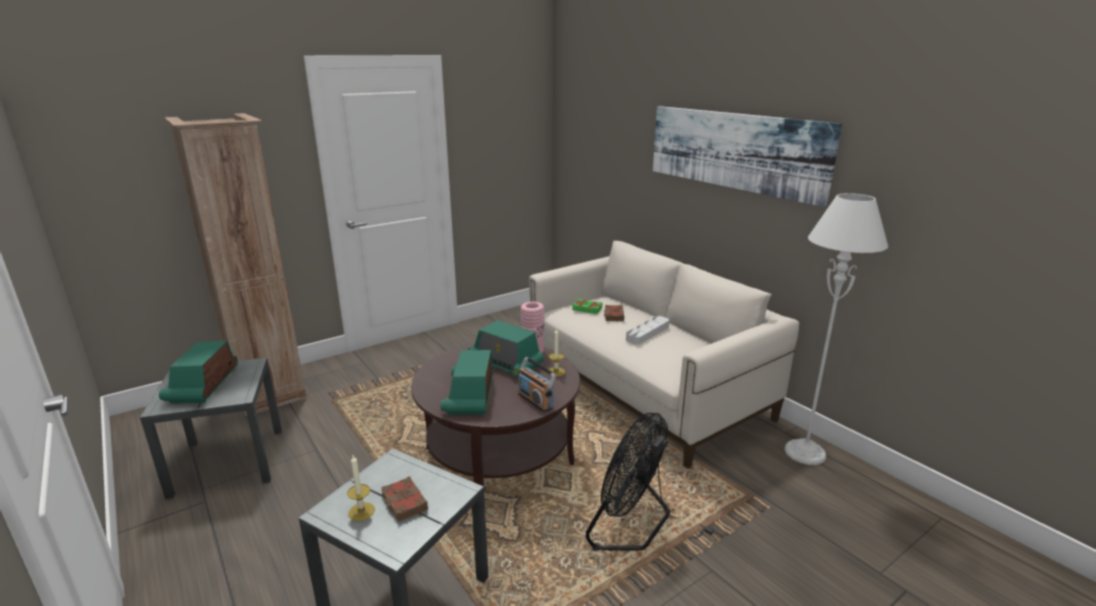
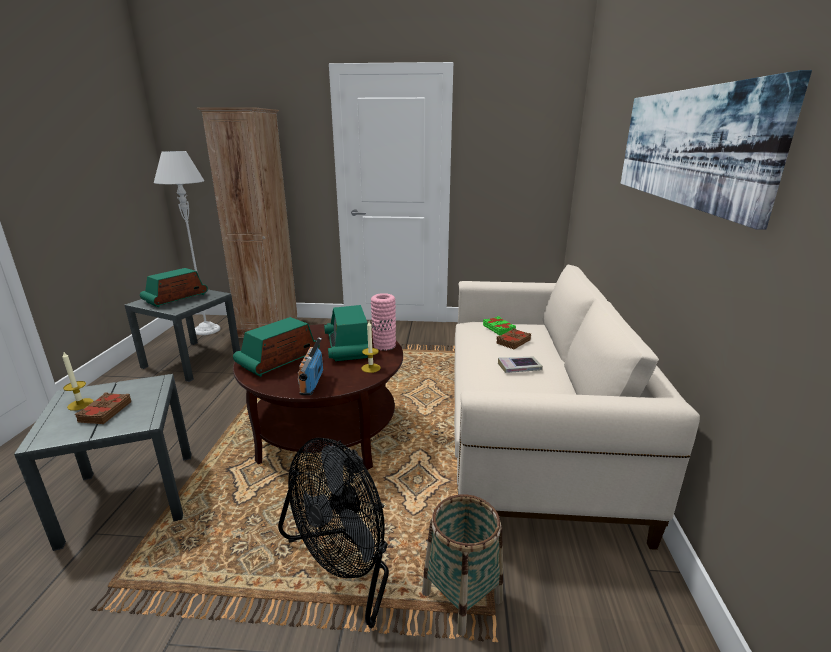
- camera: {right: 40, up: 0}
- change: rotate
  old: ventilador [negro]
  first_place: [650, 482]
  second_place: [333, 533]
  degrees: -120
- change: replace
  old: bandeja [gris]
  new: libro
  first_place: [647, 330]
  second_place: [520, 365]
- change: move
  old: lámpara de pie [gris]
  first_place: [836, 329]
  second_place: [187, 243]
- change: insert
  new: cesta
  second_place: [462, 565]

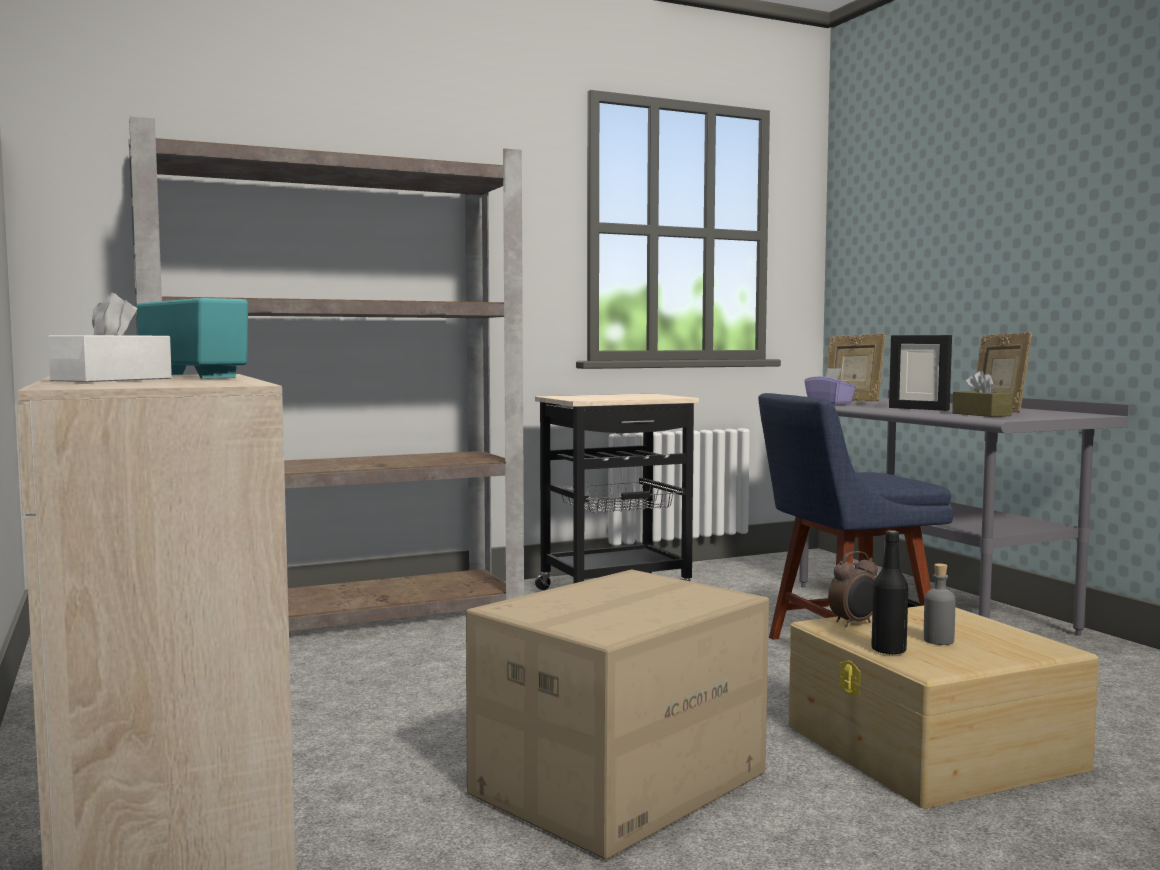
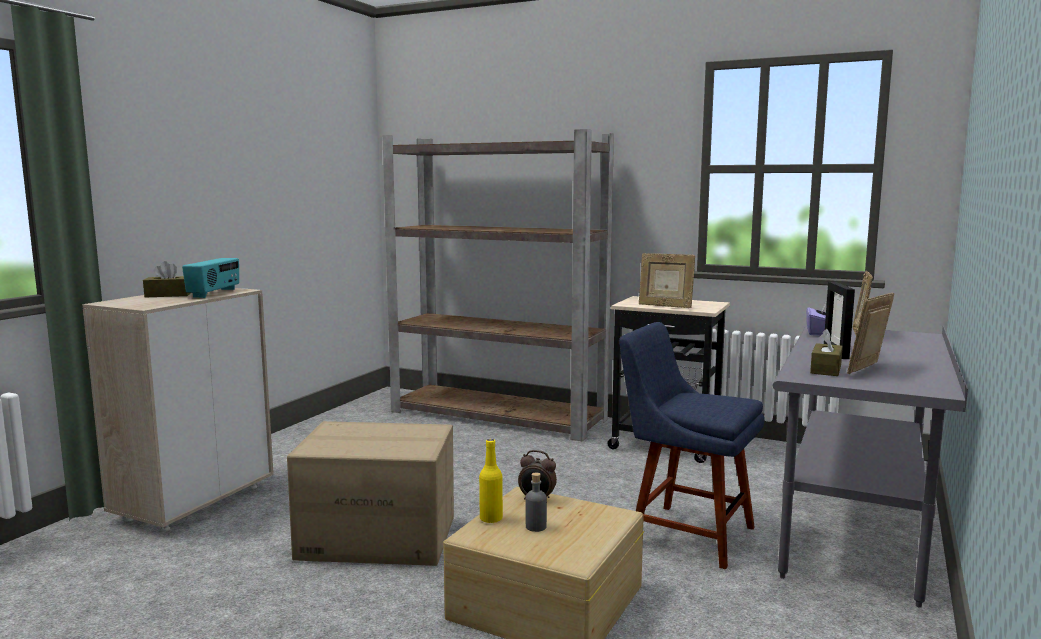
- camera: {right: 50, up: 5}
- change: recolor
  old: caja de pañuelos [blanco]
  new: caja de pañuelos [marrón]
  first_place: [110, 337]
  second_place: [167, 279]
- change: recolor
  old: botella [negro]
  new: botella [amarillo]
  first_place: [889, 592]
  second_place: [491, 481]
- change: insert
  new: portarretratos
  second_place: [667, 280]

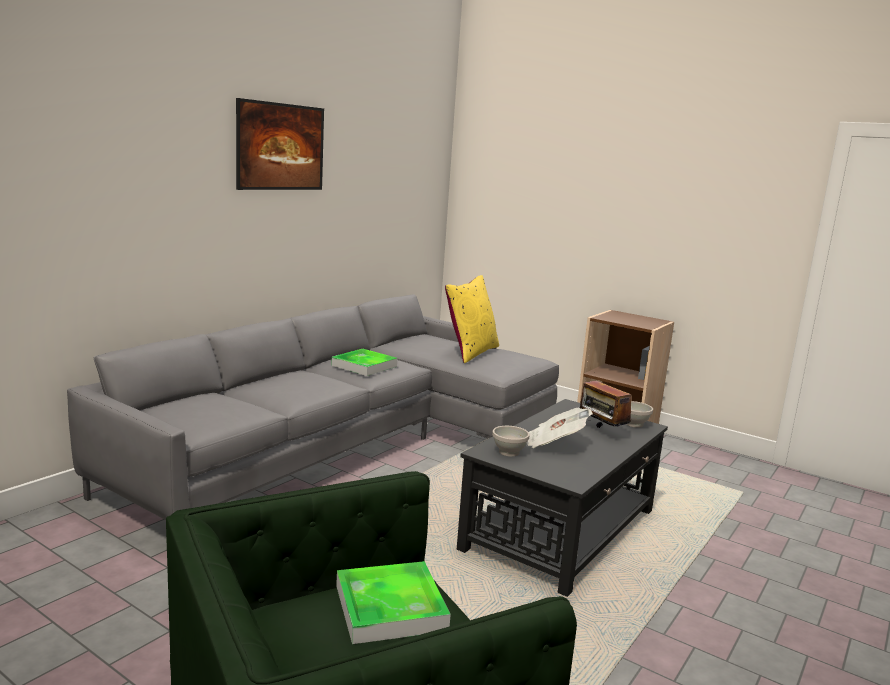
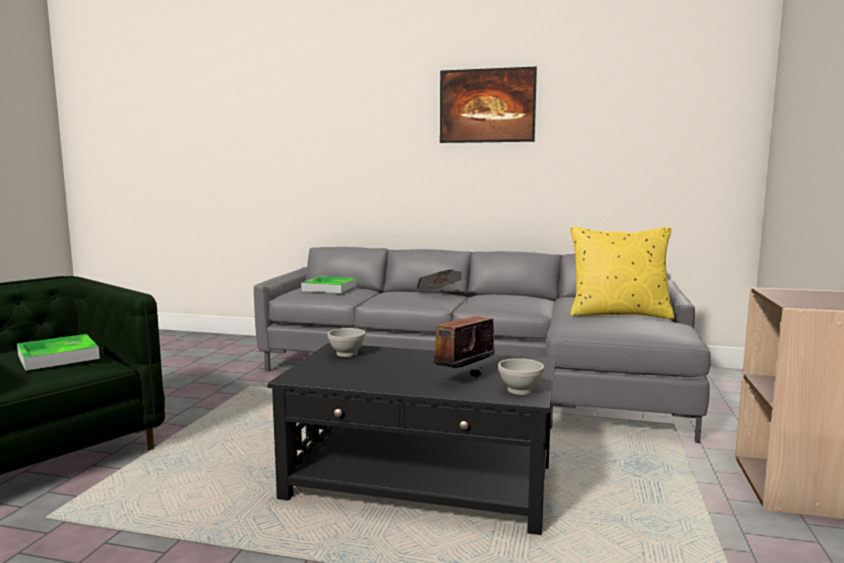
- camera: {right: 70, up: -5}
- change: move
  old: bandeja
  first_place: [364, 362]
  second_place: [328, 284]
- change: move
  old: periódico
  first_place: [560, 428]
  second_place: [439, 280]

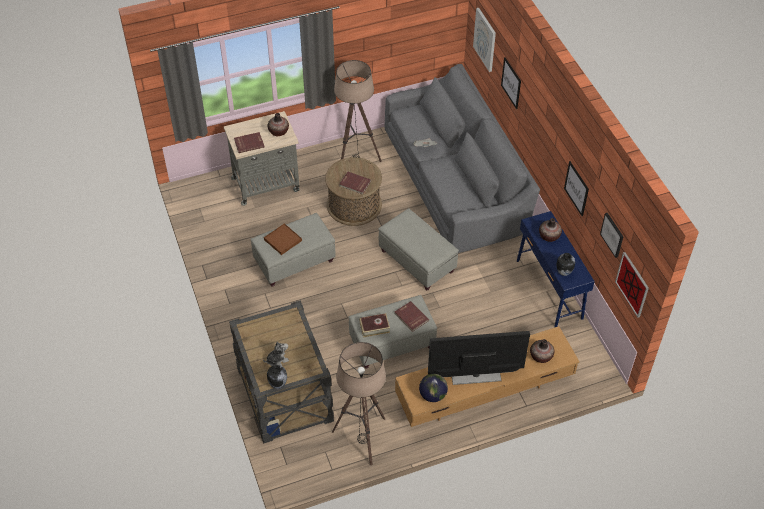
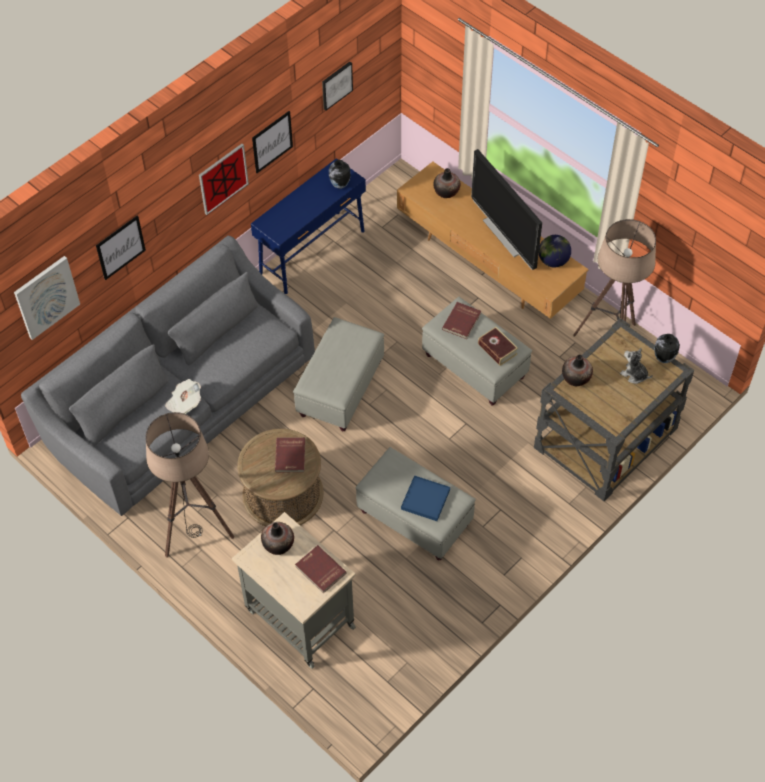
- camera: {right: -115, up: 5}
- change: recolor
  old: bandeja [marrón]
  new: bandeja [azul]
  first_place: [283, 239]
  second_place: [425, 498]
- change: move
  old: florero
  first_place: [550, 230]
  second_place: [577, 370]
- change: move
  old: cuadro
  first_place: [632, 285]
  second_place: [224, 179]

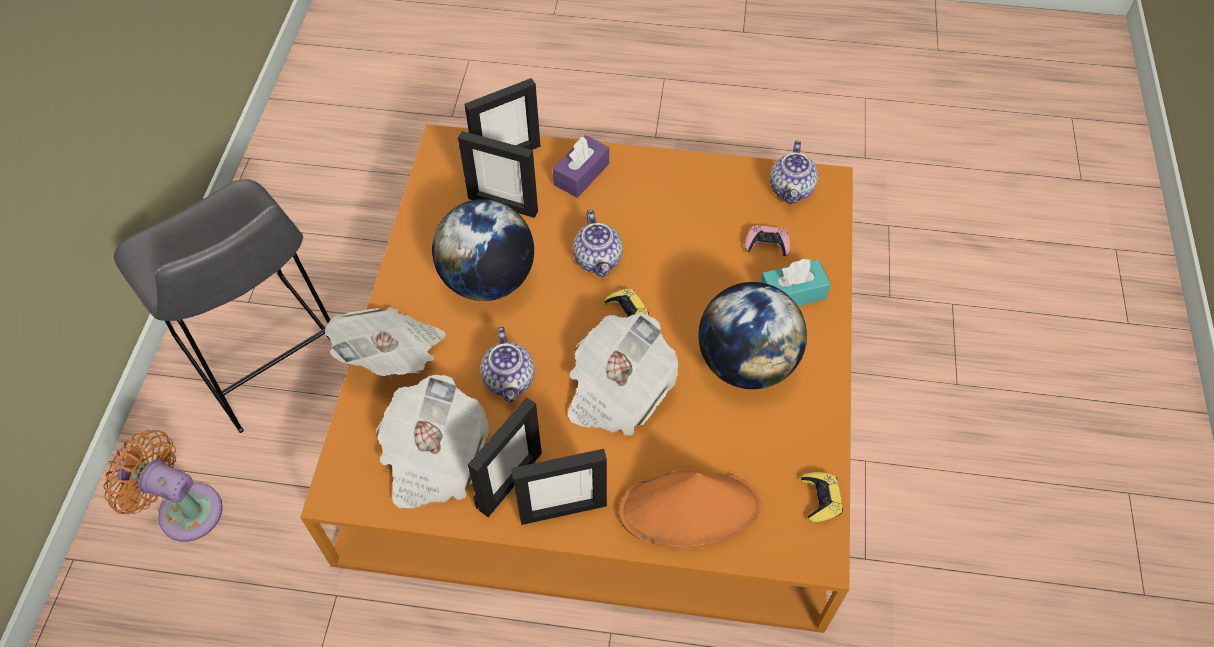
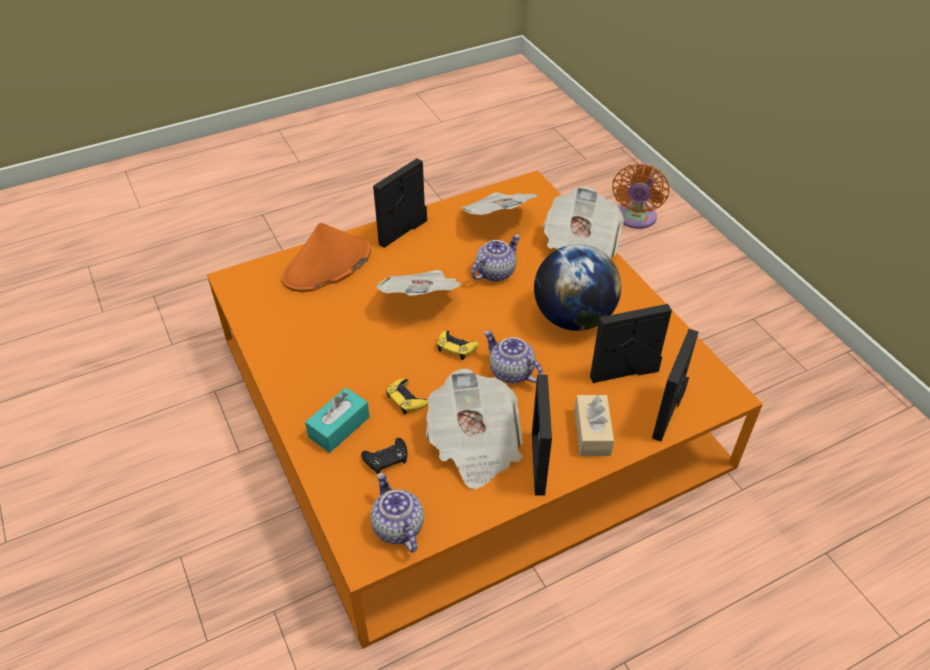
- camera: {right: 145, up: -10}
- change: rotate
  old: ventilador [naranja]
  first_place: [163, 486]
  second_place: [641, 196]
  degrees: 120
- change: delete
  old: taburete [gris]
  first_place: [231, 306]
- change: move
  old: portarretratos
  first_place: [505, 457]
  second_place: [542, 435]
- change: rotate
  old: tetera
  first_place: [507, 365]
  second_place: [495, 258]
  degrees: 90
- change: recolor
  old: caja de pañuelos [morado]
  new: caja de pañuelos [beis]
  first_place: [581, 166]
  second_place: [594, 425]
- change: delete
  old: globo terráqueo
  first_place: [752, 335]
- change: recolor
  old: mando de consola [rosa]
  new: mando de consola [negro]
  first_place: [767, 241]
  second_place: [384, 456]
- change: move
  old: mando de consola [amarillo]
  first_place: [822, 497]
  second_place: [407, 396]
- change: insert
  new: periódico
  second_place: [474, 428]

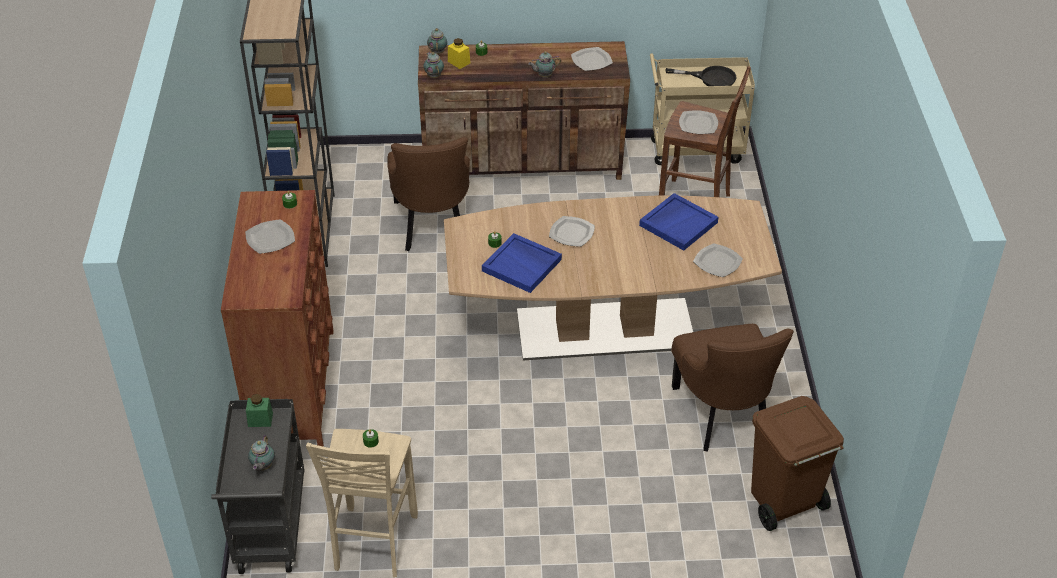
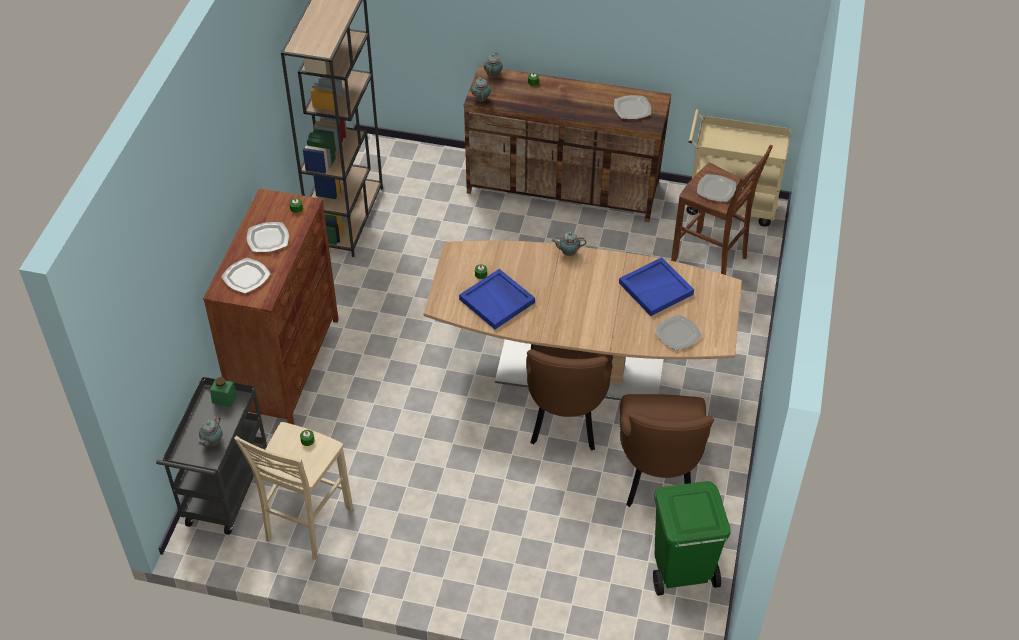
- camera: {right: 15, up: 5}
- change: move
  old: silla [marrón]
  first_place: [428, 194]
  second_place: [569, 397]
- change: delete
  old: tarro [amarillo]
  first_place: [459, 53]
- change: move
  old: tetera
  first_place: [544, 64]
  second_place: [569, 244]
- change: move
  old: plato
  first_place: [572, 231]
  second_place: [246, 275]
- change: delete
  old: sartén [negro]
  first_place: [700, 76]
- change: recolor
  old: papelera [marrón]
  new: papelera [verde]
  first_place: [797, 463]
  second_place: [692, 538]

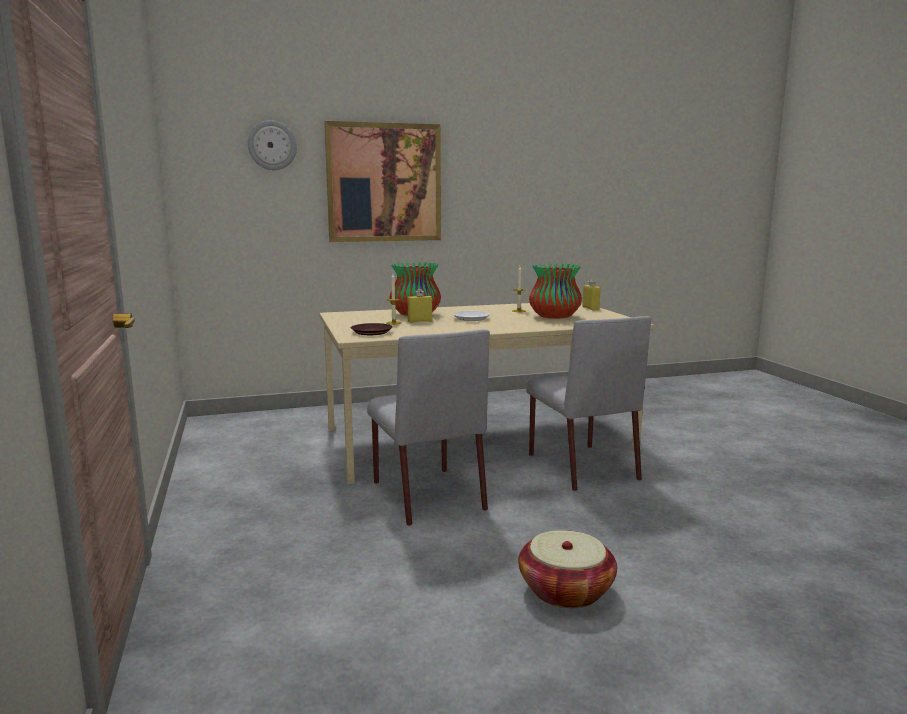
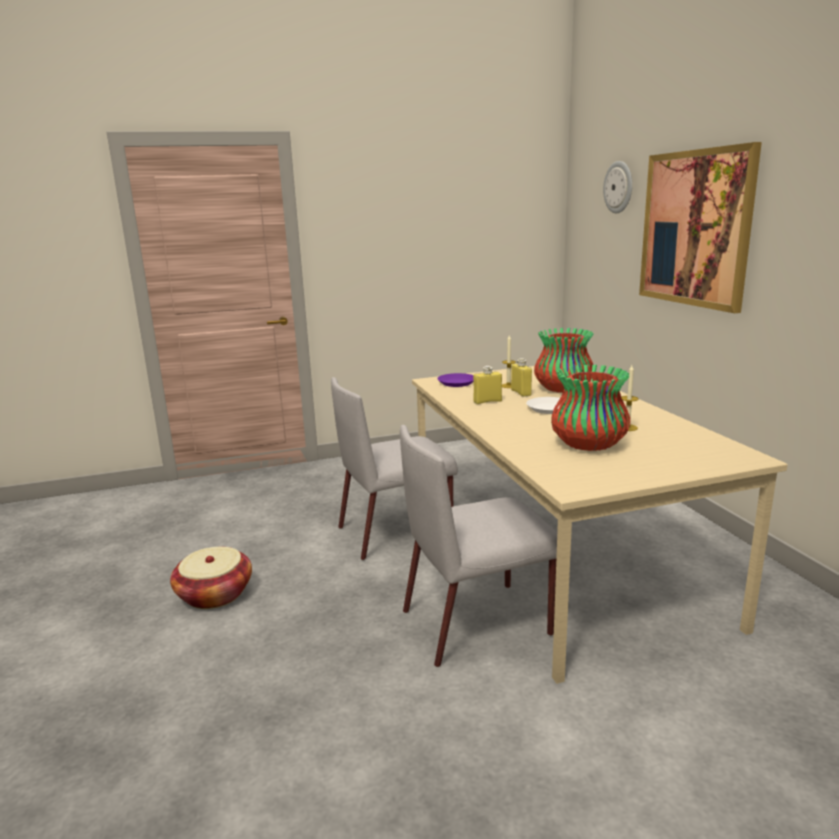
- camera: {right: 90, up: 5}
- change: recolor
  old: plato [marrón]
  new: plato [morado]
  first_place: [372, 329]
  second_place: [455, 380]
- change: move
  old: botella [amarillo]
  first_place: [591, 295]
  second_place: [487, 385]

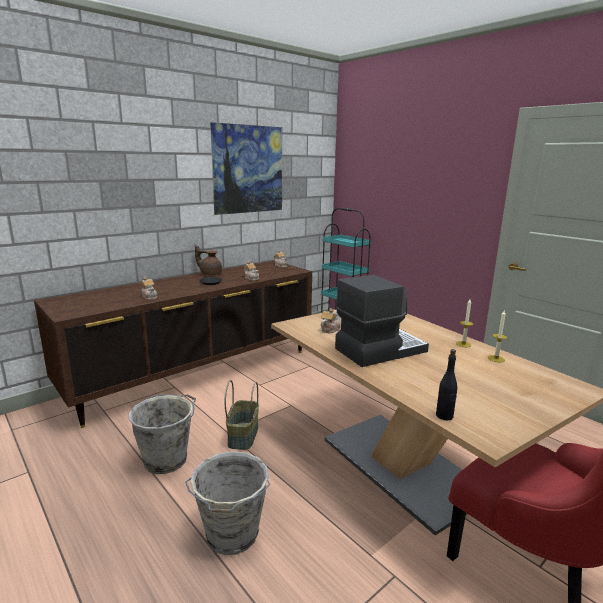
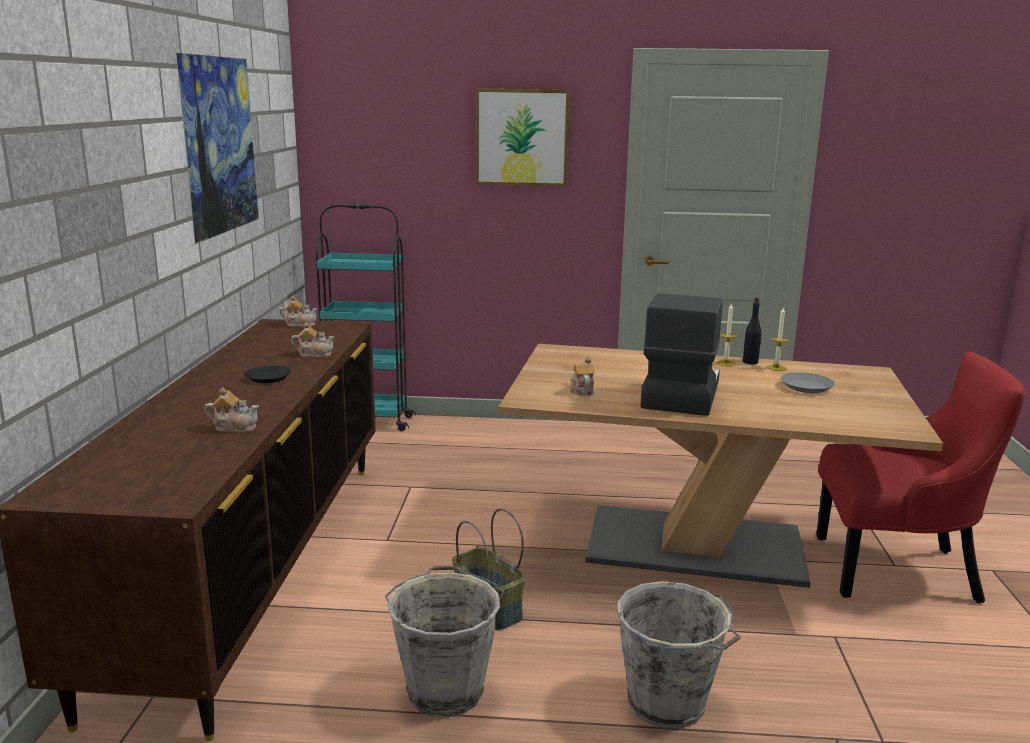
- camera: {right: -45, up: 0}
- change: delete
  old: tetera [marrón]
  first_place: [208, 260]
- change: move
  old: botella [negro]
  first_place: [446, 384]
  second_place: [752, 330]
- change: insert
  new: cuadro
  second_place: [522, 137]
- change: insert
  new: plato [gris]
  second_place: [808, 382]

